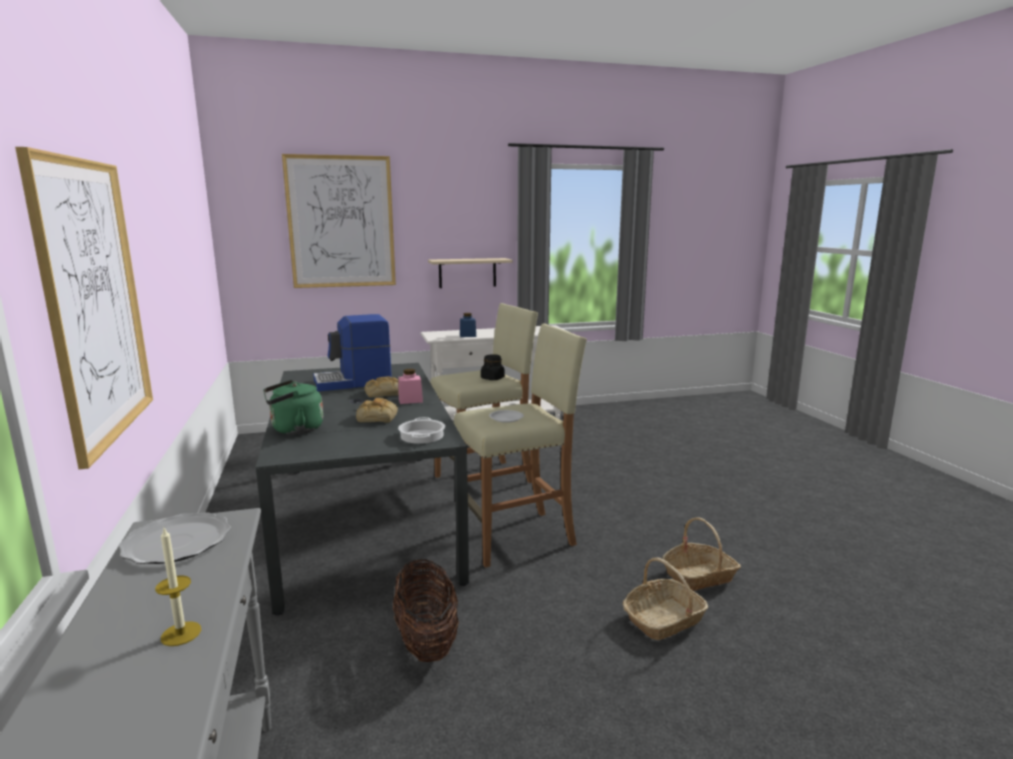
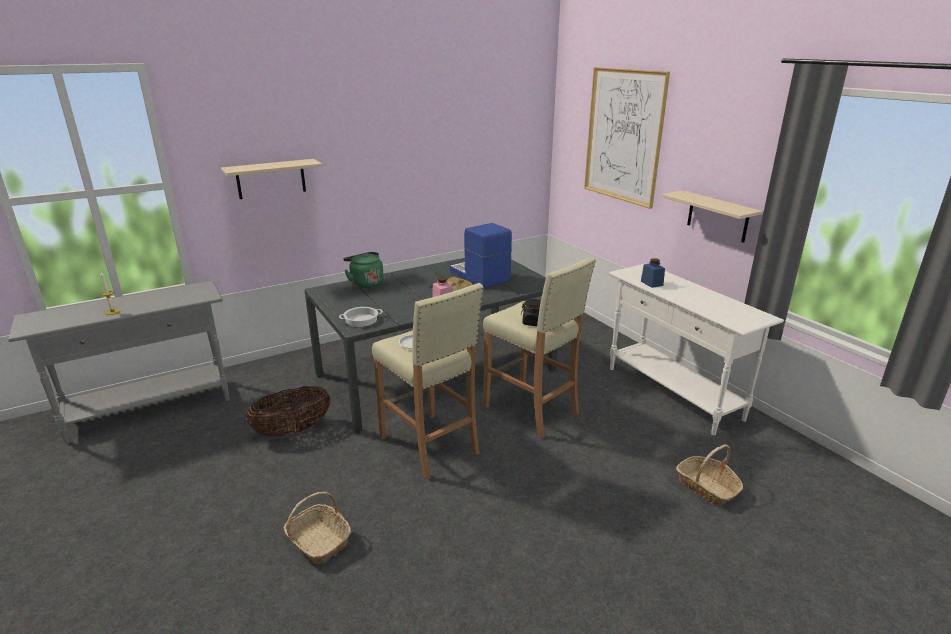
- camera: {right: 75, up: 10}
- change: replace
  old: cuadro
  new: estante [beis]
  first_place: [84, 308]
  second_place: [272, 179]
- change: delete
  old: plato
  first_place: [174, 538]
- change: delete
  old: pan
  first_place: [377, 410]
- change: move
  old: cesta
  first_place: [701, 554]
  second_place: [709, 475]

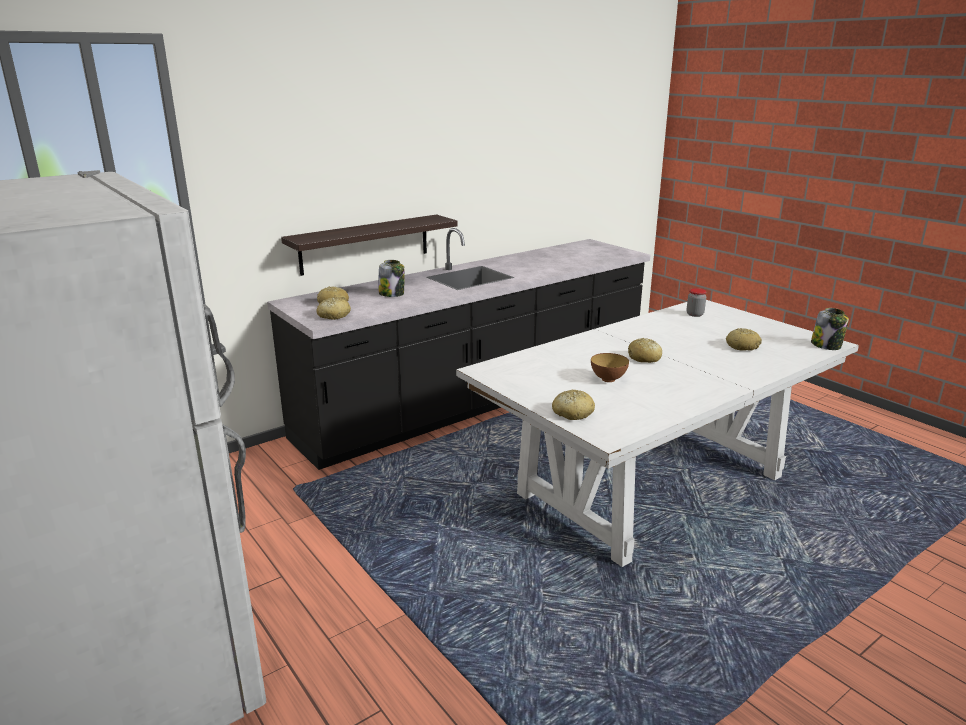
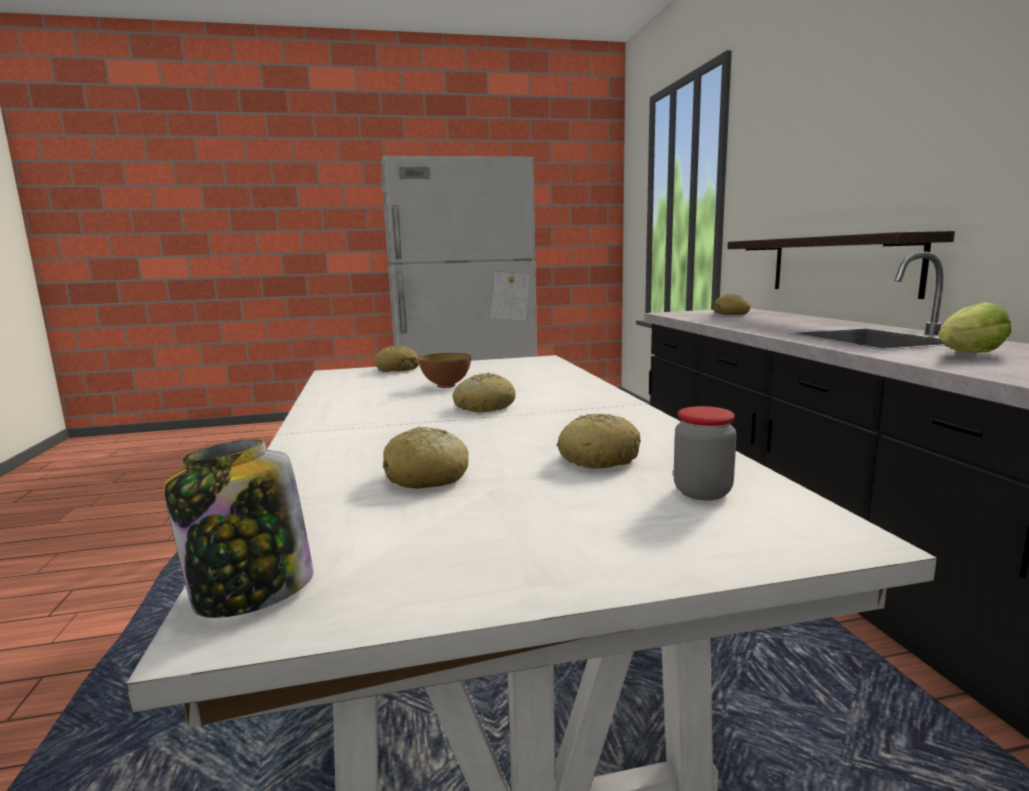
- camera: {right: 115, up: -10}
- change: move
  old: pan
  first_place: [334, 308]
  second_place: [599, 441]
- change: delete
  old: tarro
  first_place: [391, 278]
- change: insert
  new: lechuga
  second_place: [975, 327]

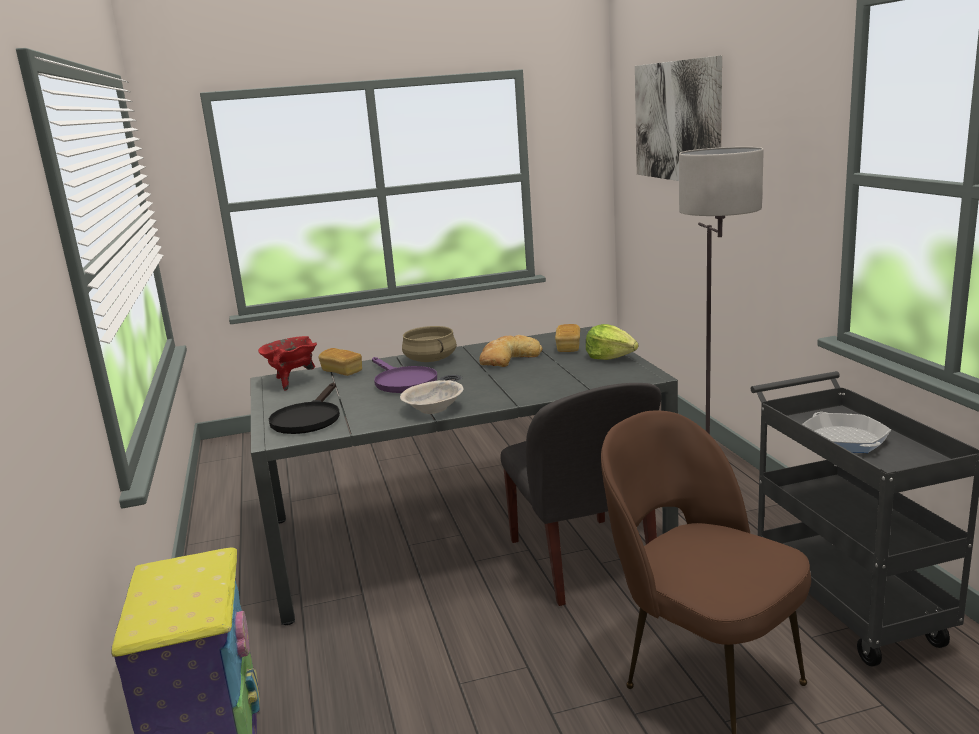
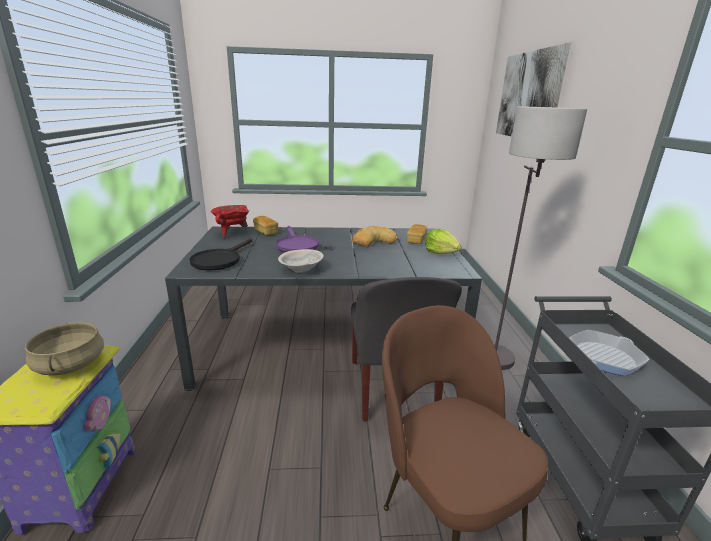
- camera: {right: 10, up: 5}
- change: move
  old: olla [beis]
  first_place: [429, 344]
  second_place: [64, 348]
- change: rotate
  old: sartén
  first_place: [846, 432]
  second_place: [609, 353]
  degrees: -120

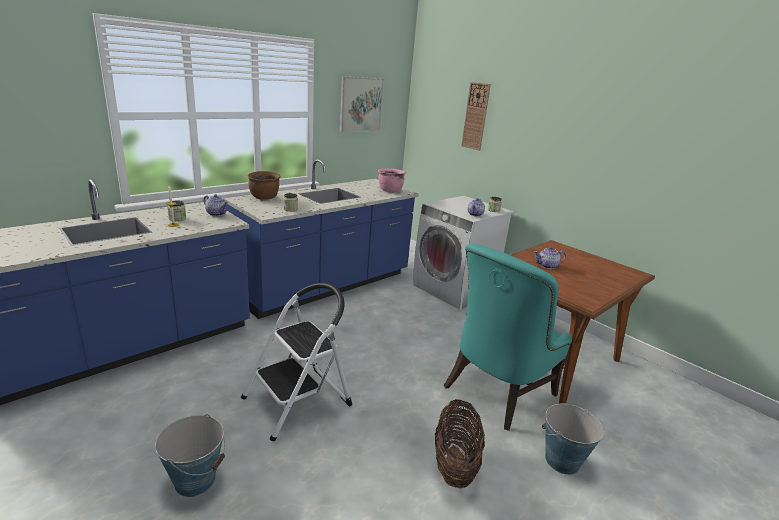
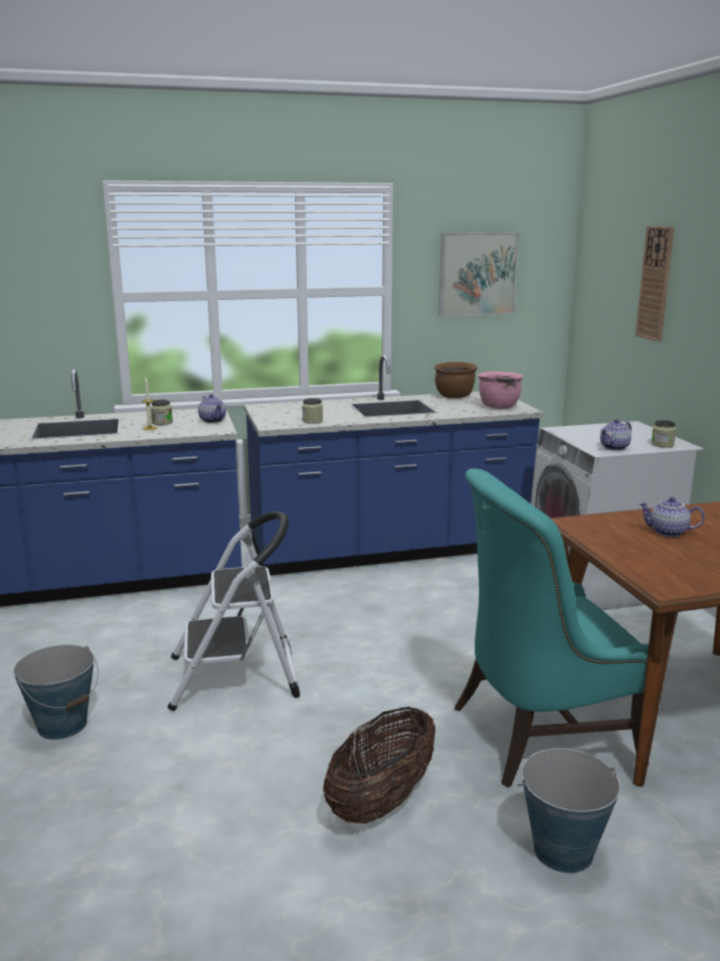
- camera: {right: 30, up: -5}
- change: move
  old: olla [marrón]
  first_place: [264, 185]
  second_place: [455, 380]

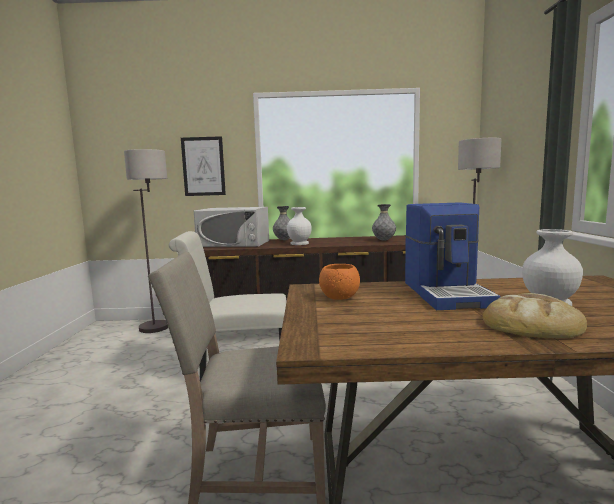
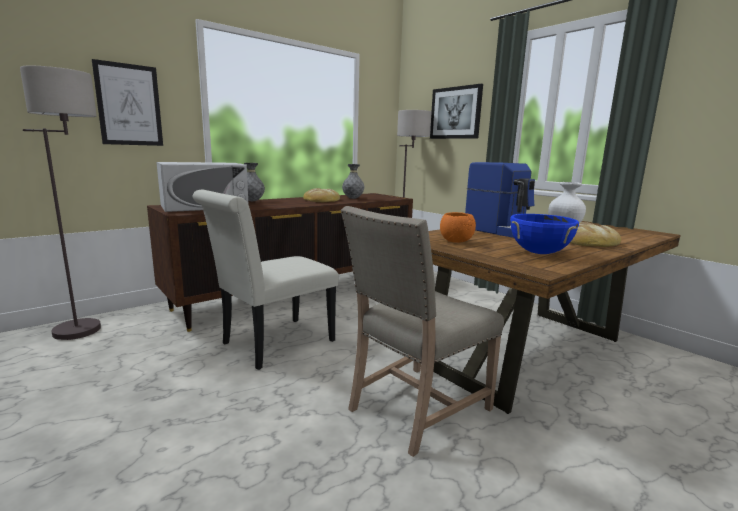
- camera: {right: -40, up: 5}
- change: delete
  old: florero [blanco]
  first_place: [299, 226]
- change: insert
  new: pan
  second_place: [321, 195]
- change: insert
  new: cuadro
  second_place: [456, 111]
- change: insert
  new: olla [azul]
  second_place: [544, 234]

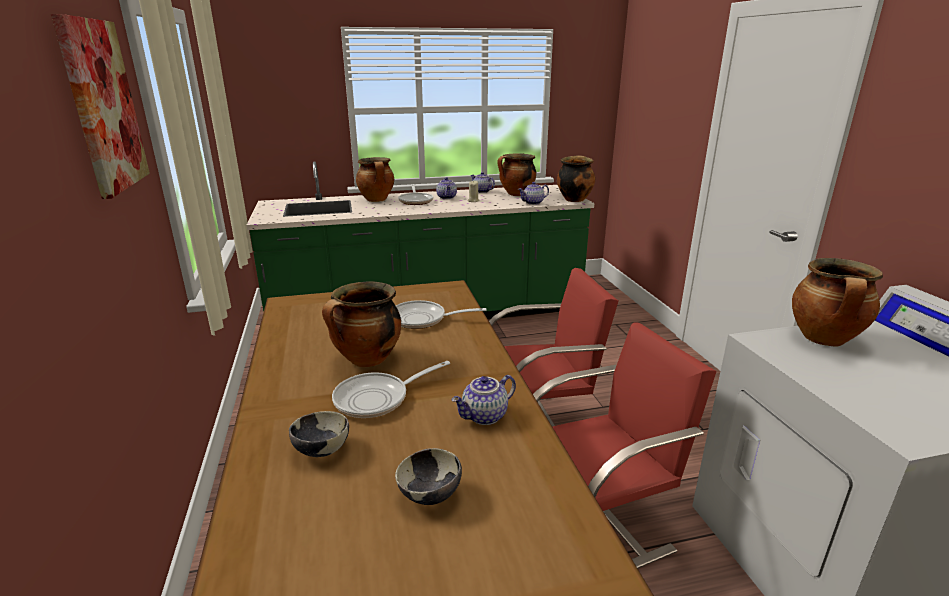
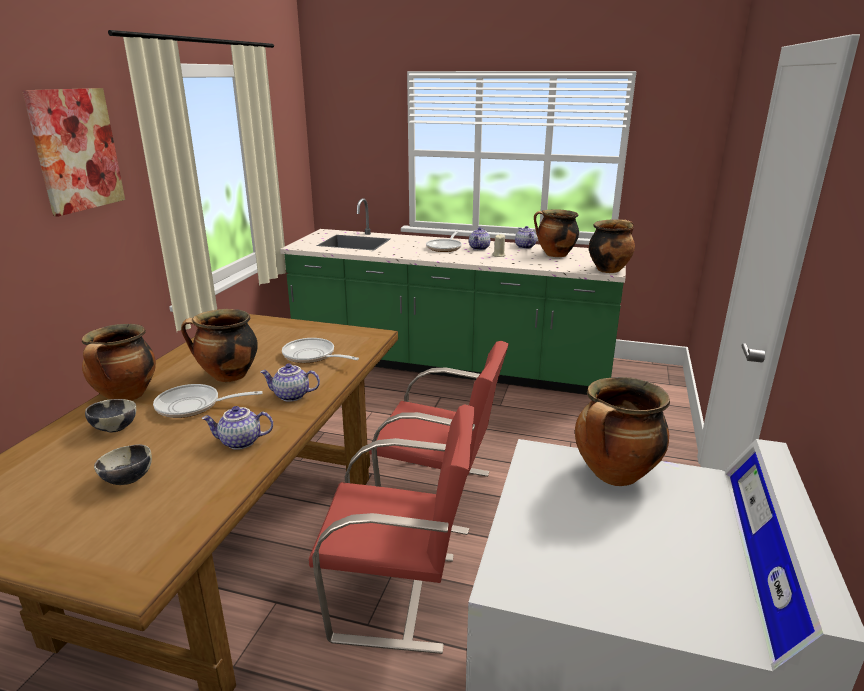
- camera: {right: 30, up: 0}
- change: move
  old: olla
  first_place: [375, 179]
  second_place: [119, 362]
- change: move
  old: tetera
  first_place: [533, 193]
  second_place: [290, 383]

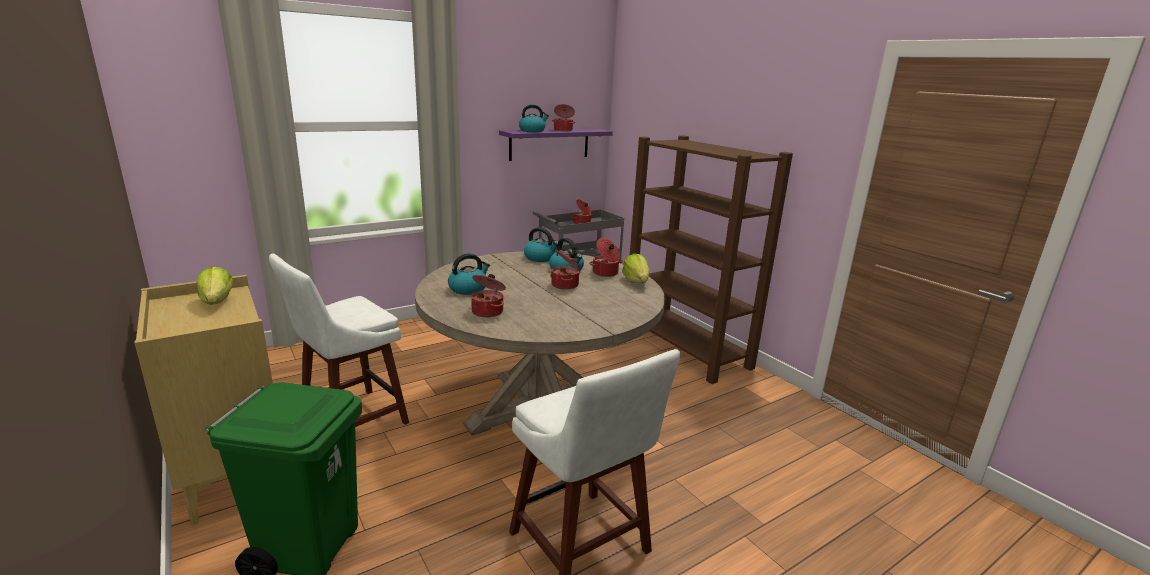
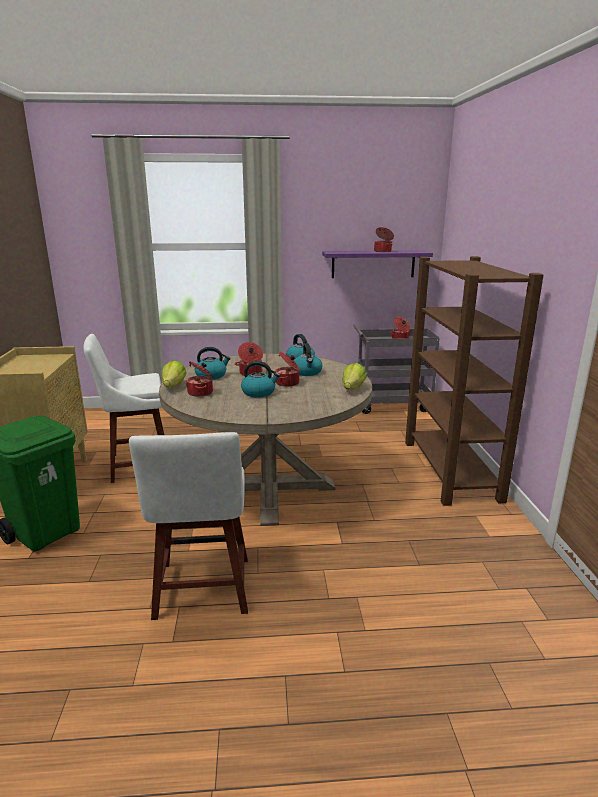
- camera: {right: 30, up: 0}
- change: move
  old: lechuga
  first_place: [215, 286]
  second_place: [174, 374]
- change: move
  old: hervidor
  first_place: [534, 118]
  second_place: [260, 379]
- change: move
  old: olla
  first_place: [606, 257]
  second_place: [250, 359]

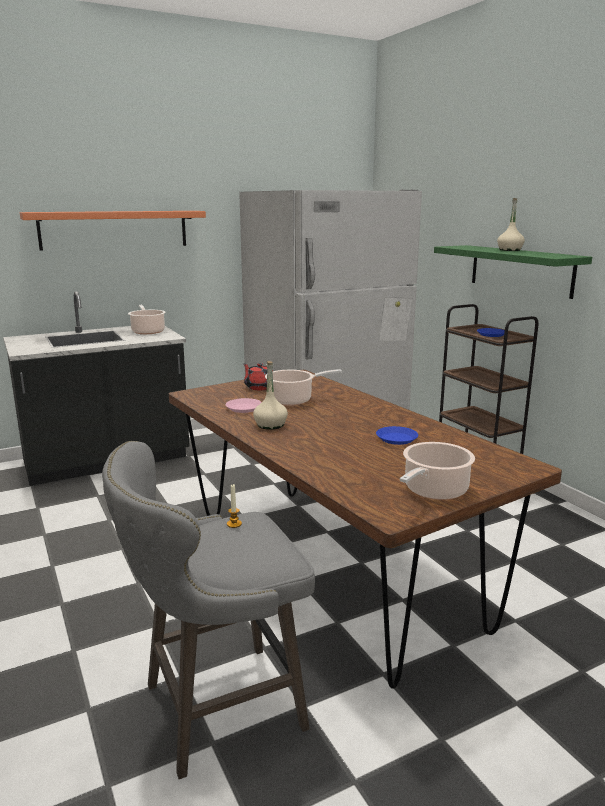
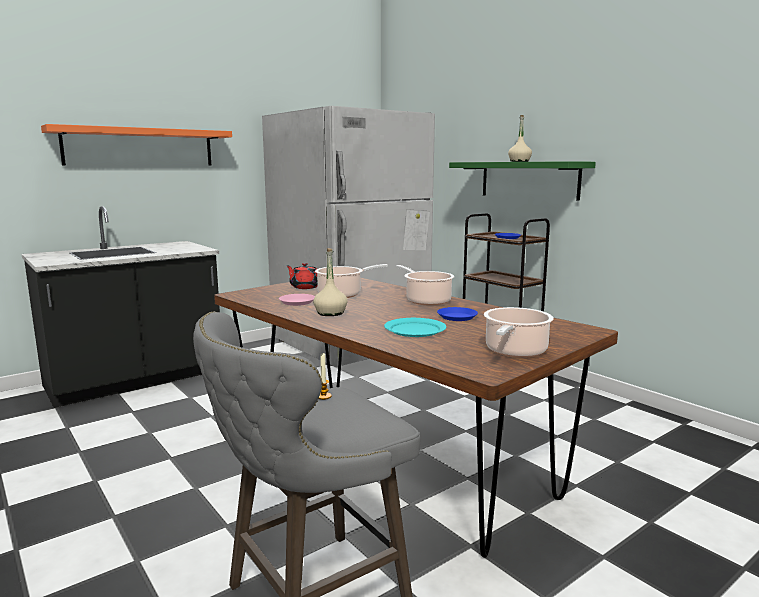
- camera: {right: -10, up: -5}
- change: move
  old: olla
  first_place: [147, 319]
  second_place: [425, 285]
- change: insert
  new: plato [turquesa]
  second_place: [415, 327]

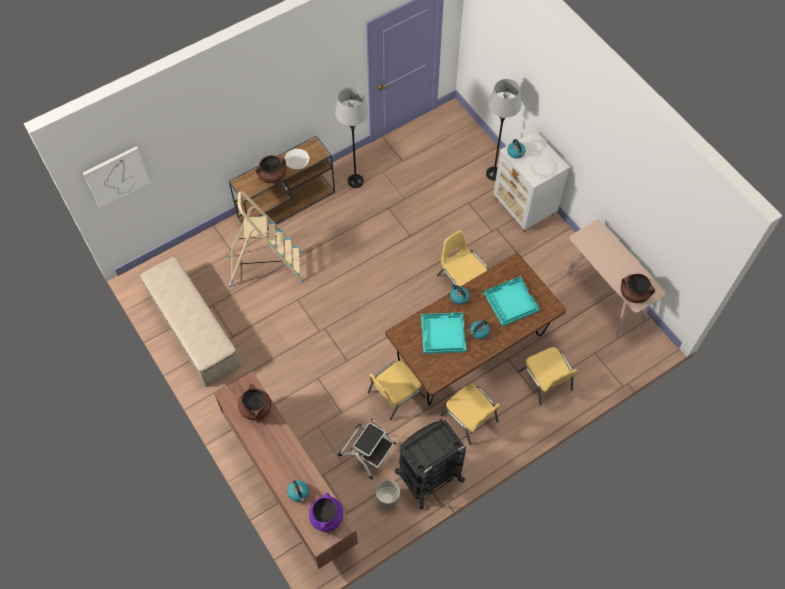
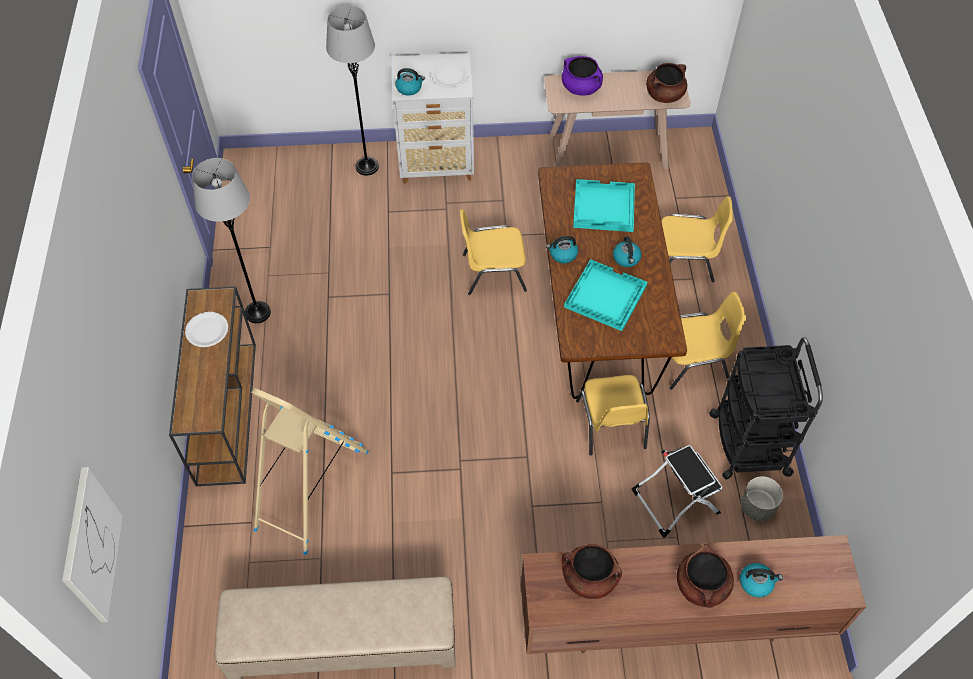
- camera: {right: -60, up: -5}
- change: move
  old: olla [marrón]
  first_place: [270, 169]
  second_place: [705, 576]
- change: move
  old: olla [morado]
  first_place: [326, 512]
  second_place: [582, 76]

